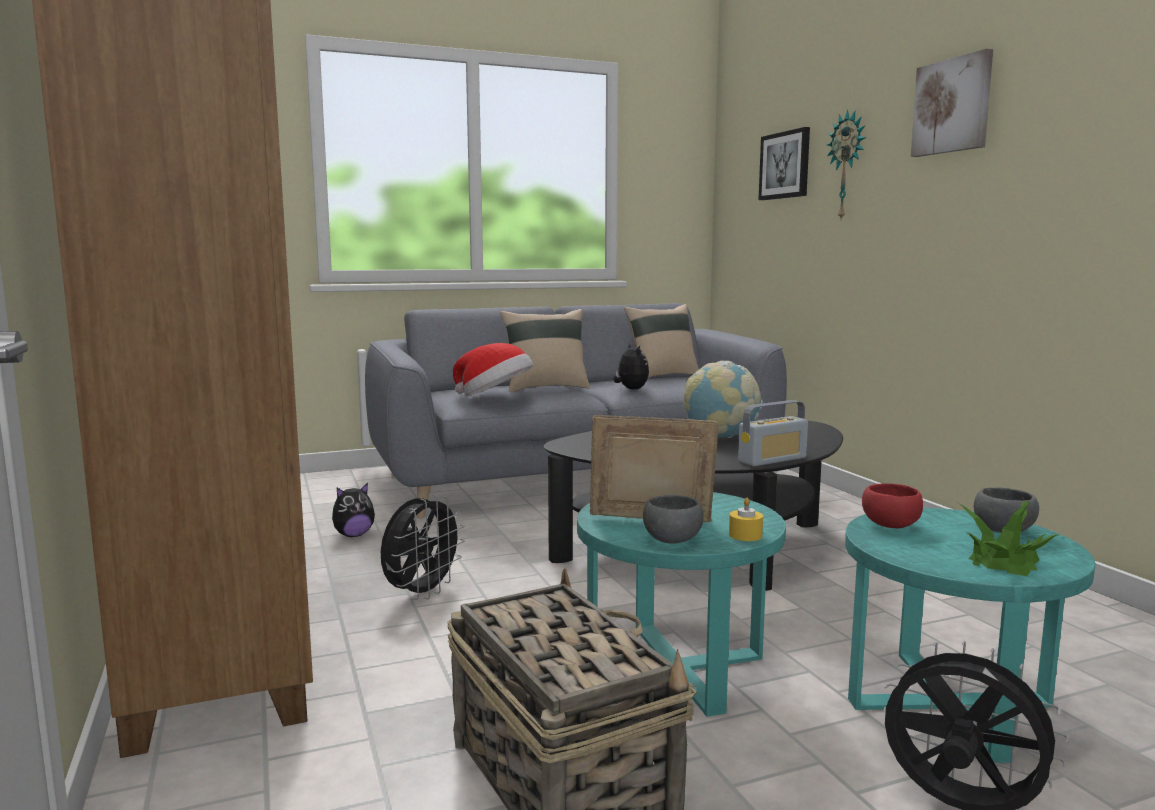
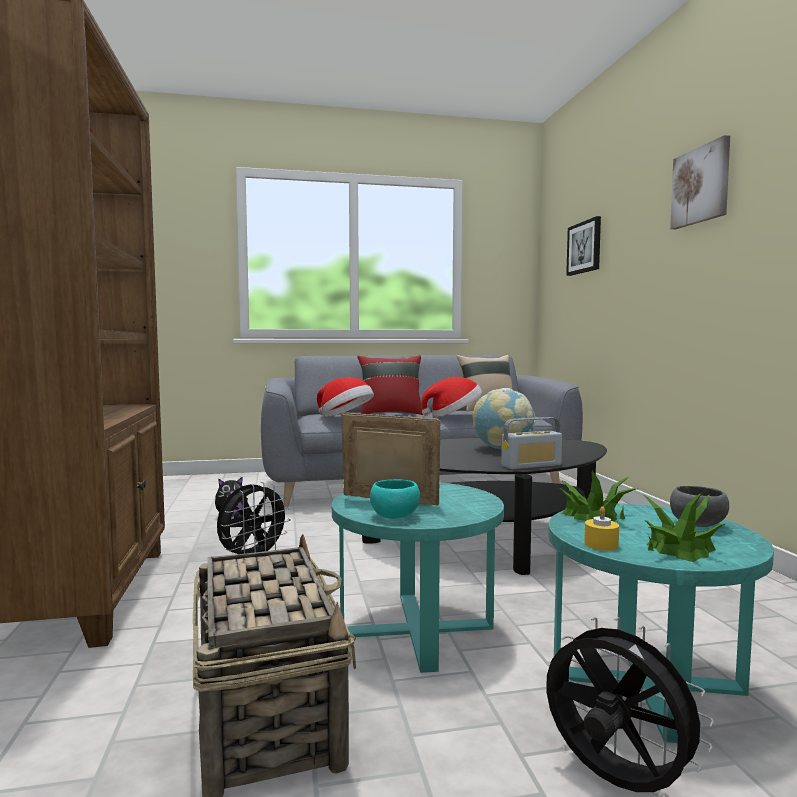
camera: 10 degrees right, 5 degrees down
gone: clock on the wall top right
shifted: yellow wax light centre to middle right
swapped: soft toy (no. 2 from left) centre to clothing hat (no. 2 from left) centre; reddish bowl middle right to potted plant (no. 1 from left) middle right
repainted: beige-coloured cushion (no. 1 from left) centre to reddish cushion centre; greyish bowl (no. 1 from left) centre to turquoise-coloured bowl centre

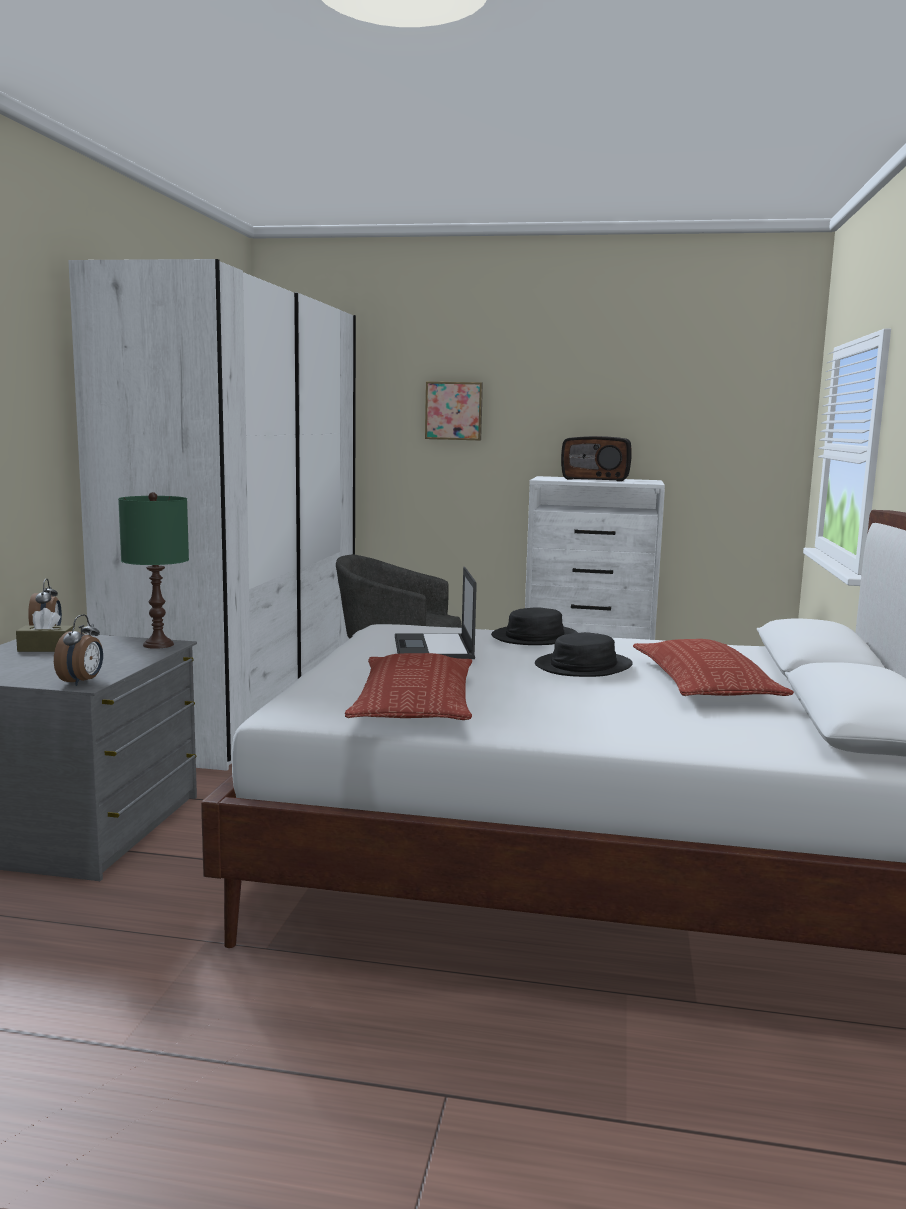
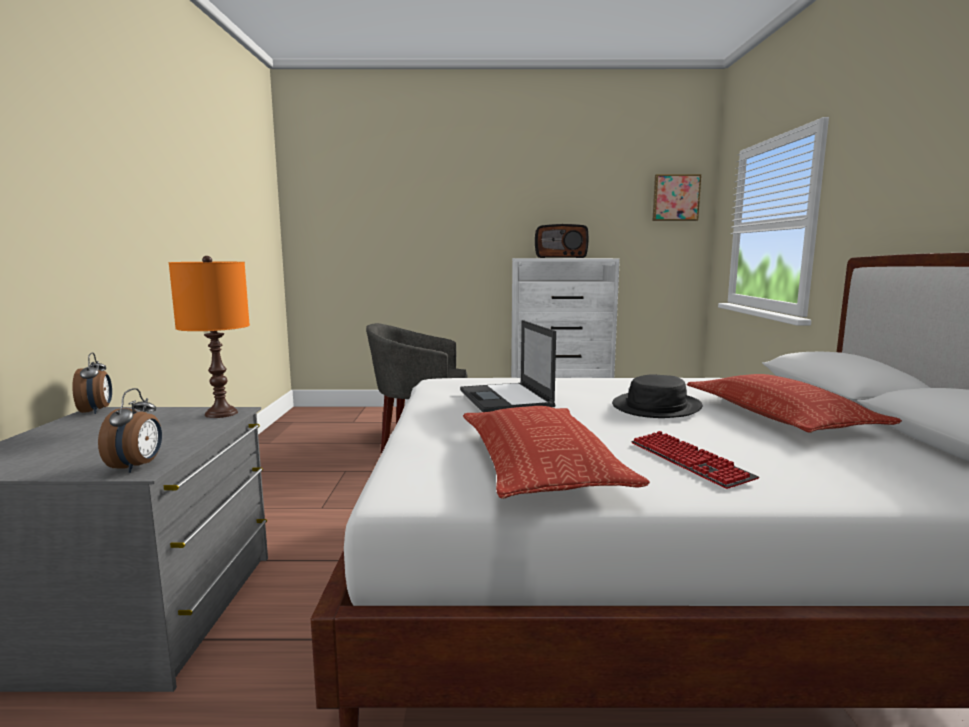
camera: 10 degrees left, 0 degrees up
gone: brown-coloured tissue box middle left; white-coloured clothes cupboard middle left; black clothing hat (no. 1 from left) centre
new: PC keyboard middle right
shifted: wall art centre to top right
repainted: green-coloured table lamp middle left to orange-coloured table lamp middle left

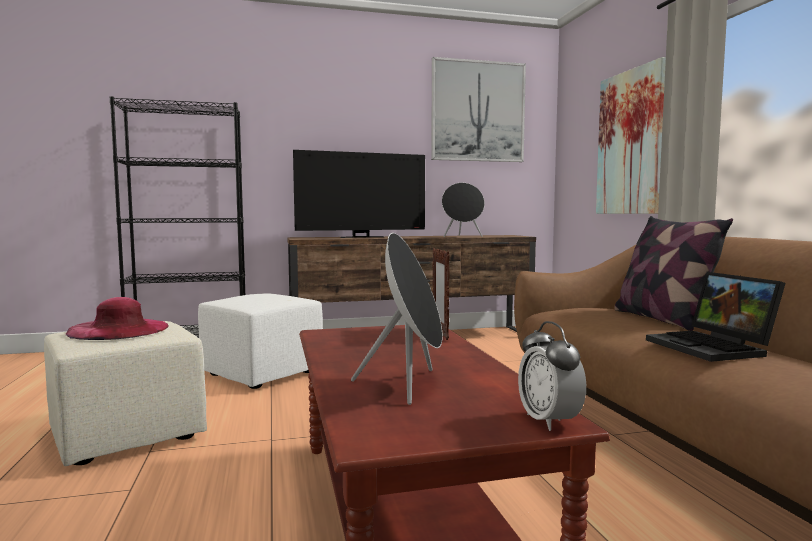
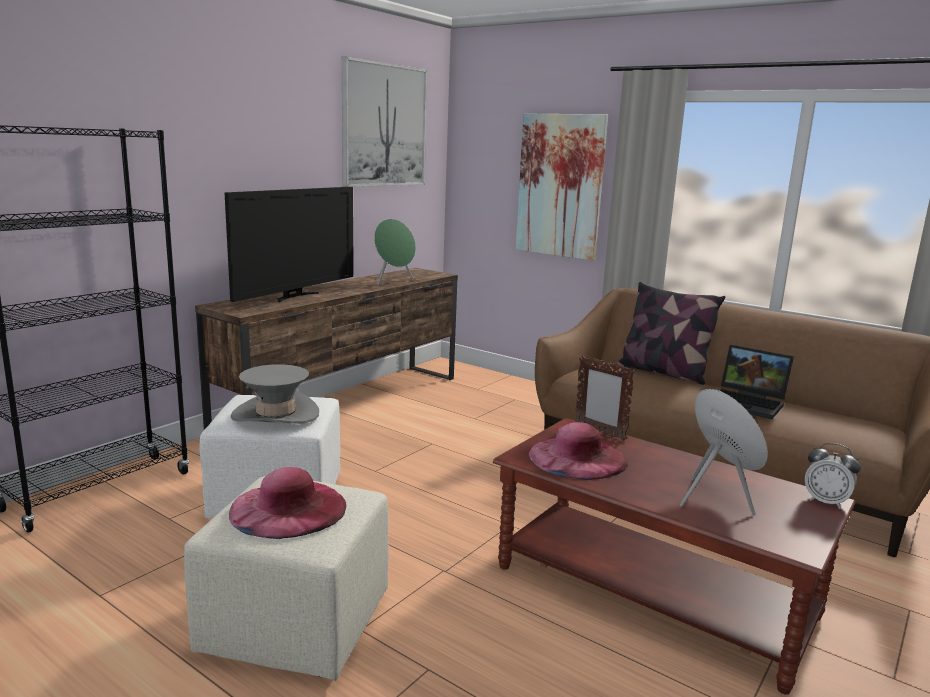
camera: 40 degrees left, 10 degrees up
new: greyish clothing hat middle left; pink-coloured clothing hat (no. 2 from left) centre
repainted: black audio speaker (no. 2 from left) centre to green-coloured audio speaker centre

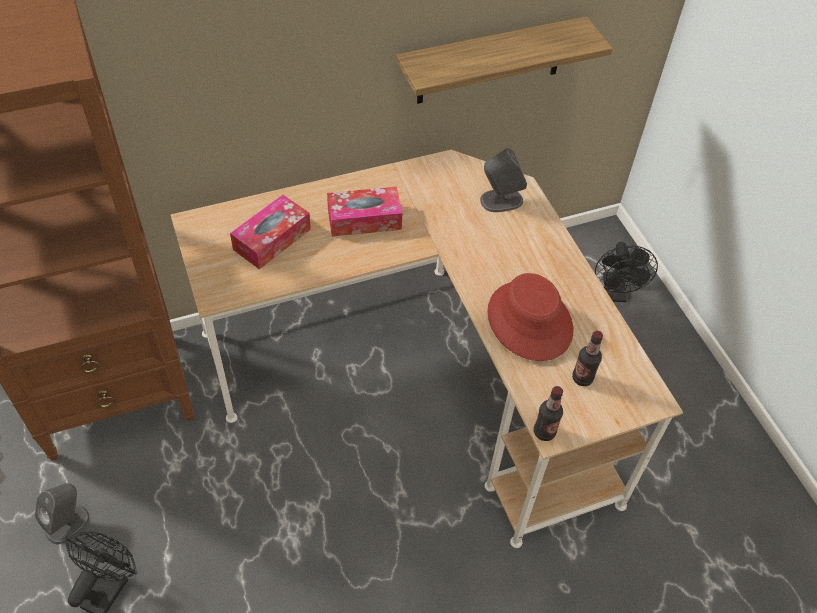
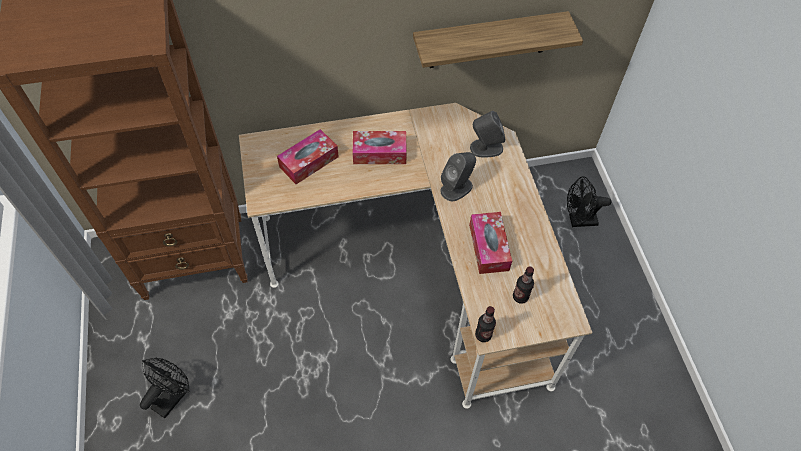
camera: 10 degrees right, 5 degrees up
shifted: greyish audio speaker (no. 1 from left) bottom left to centre
swapped: reddish clothing hat centre to tissue box (no. 3 from left) centre
rotated: black fan (no. 2 from left) middle right = middle right 75 degrees clockwise

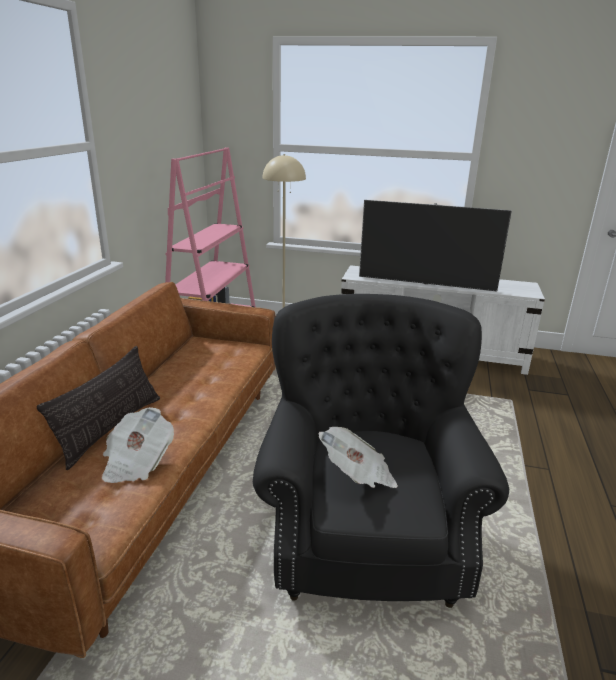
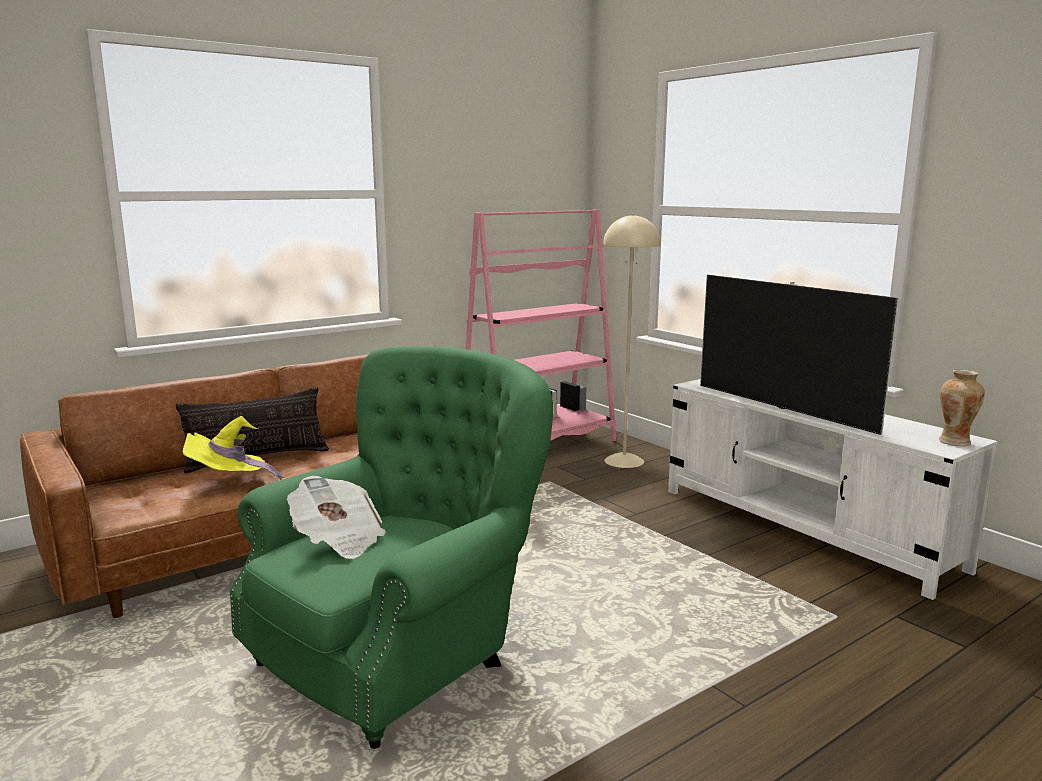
camera: 40 degrees right, 10 degrees down
new: vase middle right
swapped: newspaper (no. 1 from left) middle left to yellow clothing hat middle left
repainted: black lounge chair centre to green-coloured lounge chair bottom centre

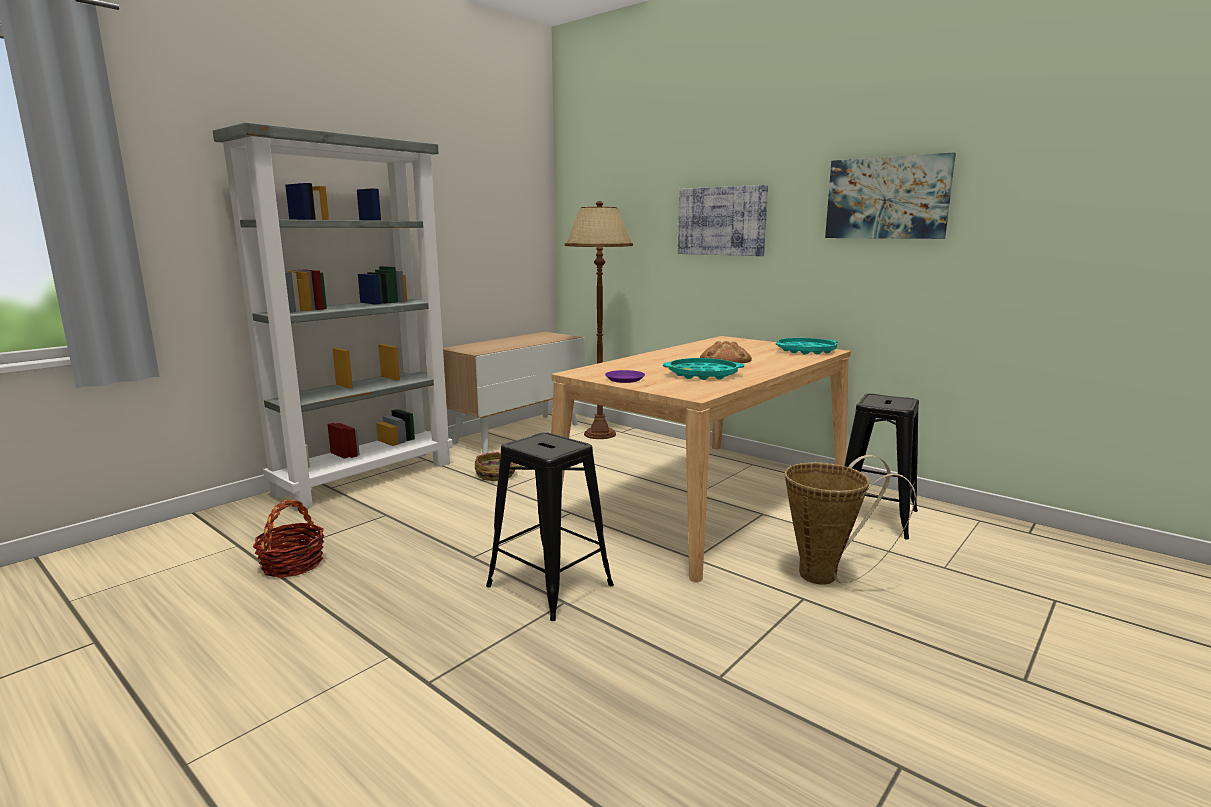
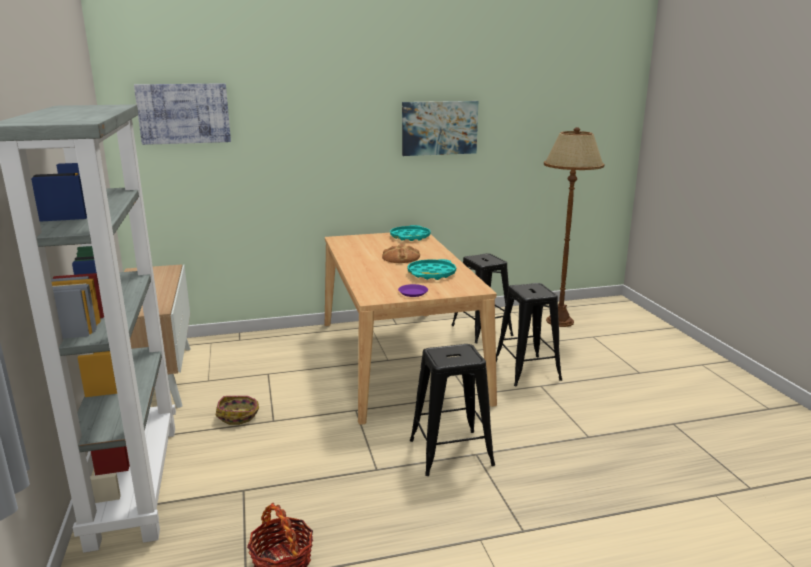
camera: 55 degrees left, 5 degrees up
shifted: wall art (no. 1 from left) top centre to top left; brown-coloured floor lamp centre to middle right
swapped: storage basket (no. 3 from left) middle right to black stool (no. 3 from left) centre

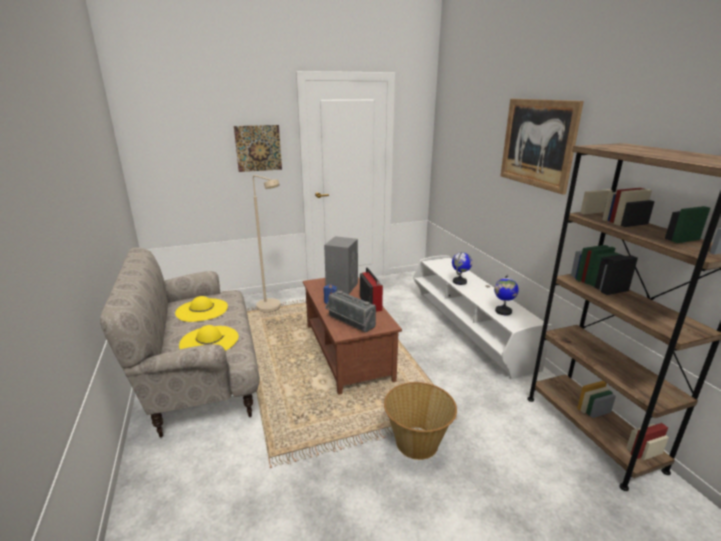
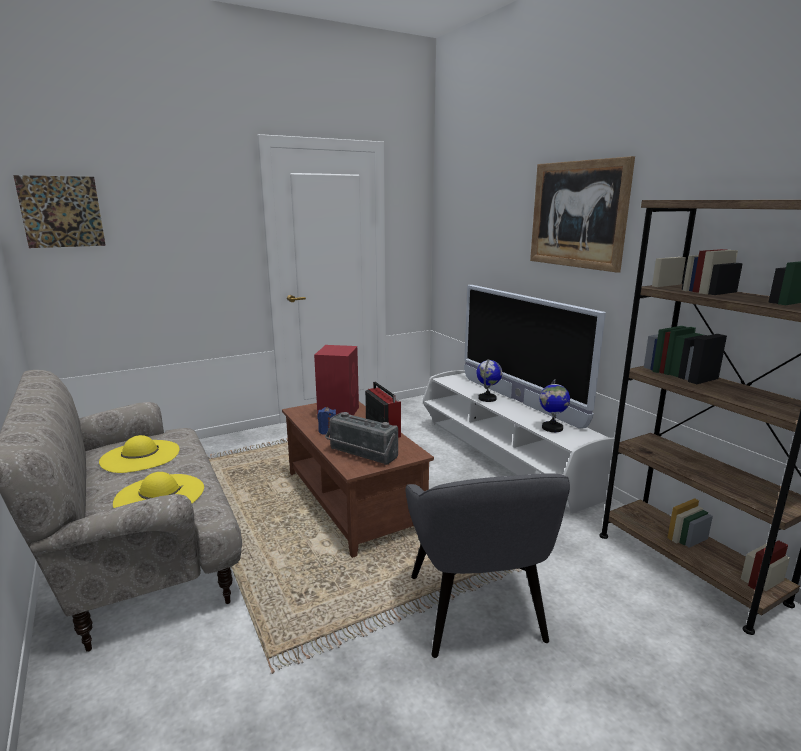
camera: 10 degrees left, 5 degrees down
gone: beige-coloured floor lamp centre
new: TV middle right
shifted: wall art (no. 1 from left) top centre to top left
swapped: storage basket bottom centre to greyish lounge chair bottom centre
repainted: greyish audio speaker centre to reddish audio speaker centre

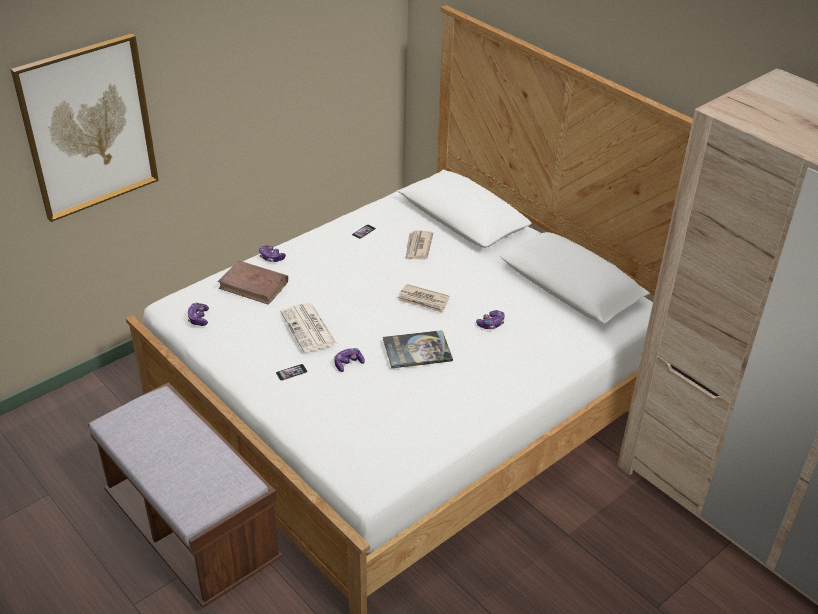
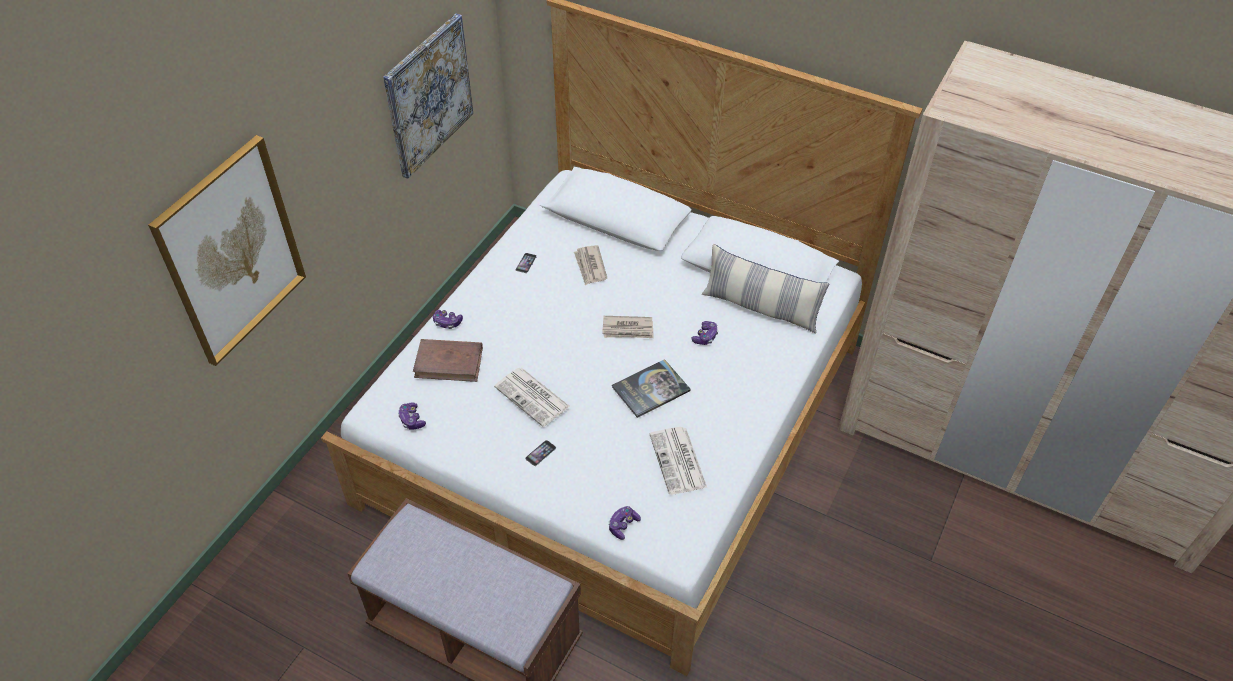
camera: 20 degrees left, 10 degrees up
new: wall art (no. 2 from left) top centre; newspaper (no. 4 from left) bottom centre; cushion centre
shifted: gamepad (no. 3 from left) centre to bottom centre

